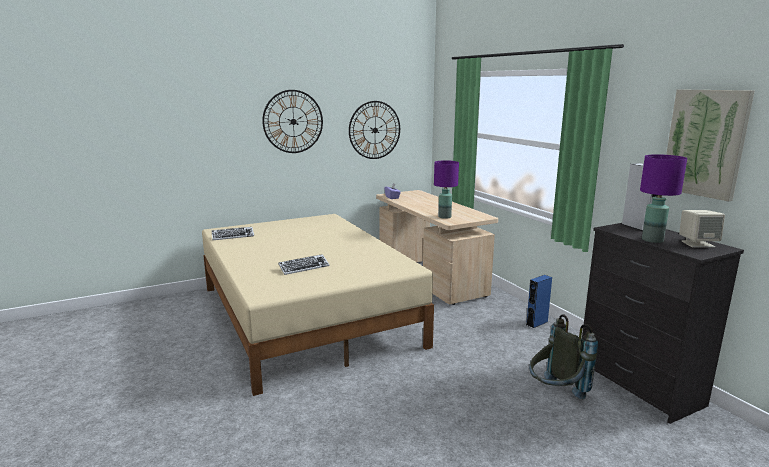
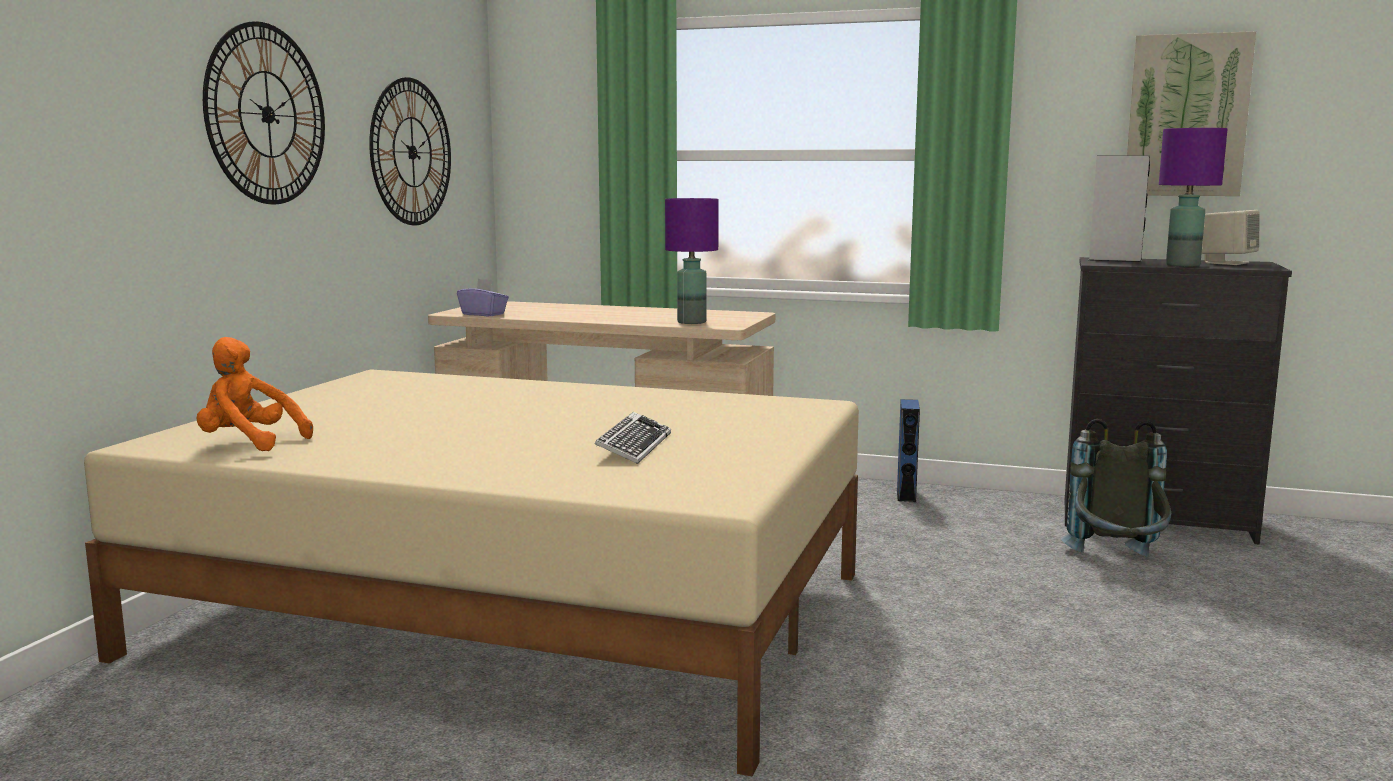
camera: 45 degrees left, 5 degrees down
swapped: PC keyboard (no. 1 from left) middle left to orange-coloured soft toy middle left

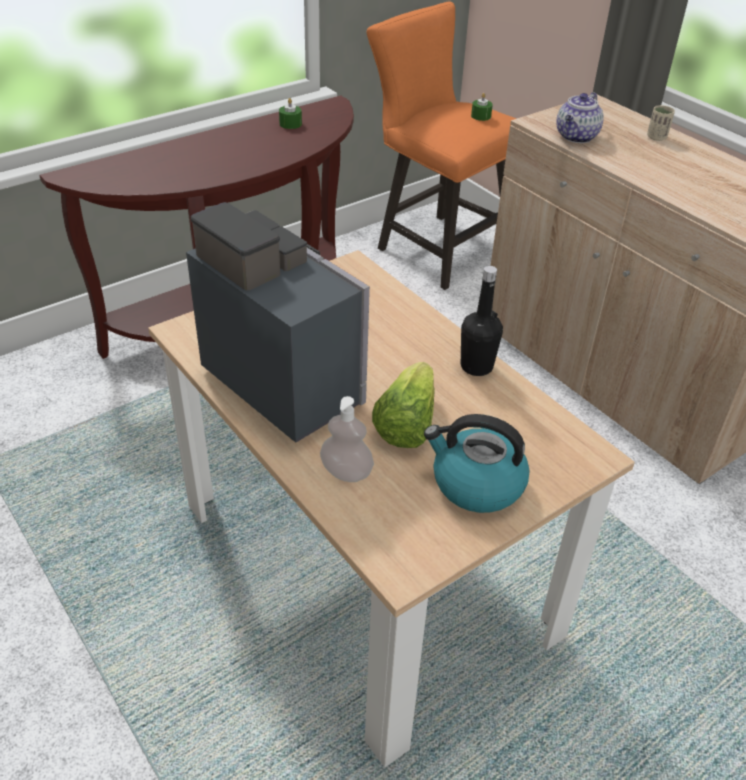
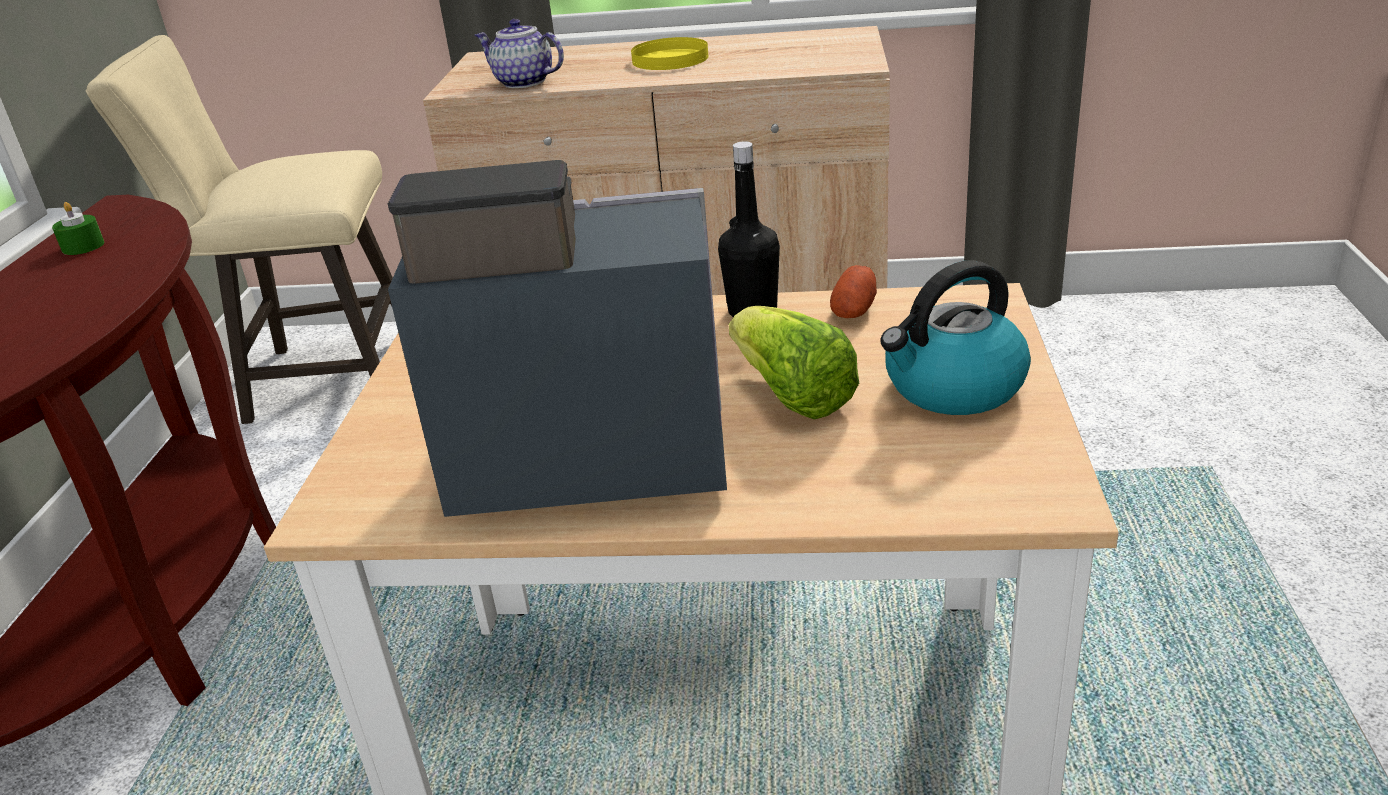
camera: 45 degrees left, 10 degrees down
gone: soap bottle centre; green-coloured wax light (no. 2 from left) top centre; beige-coloured small cup top right
new: yellow plate top centre; potato centre
repainted: orange-coloured stool top centre to beige-coloured stool top left
rotated: teapot top right = top centre 135 degrees clockwise

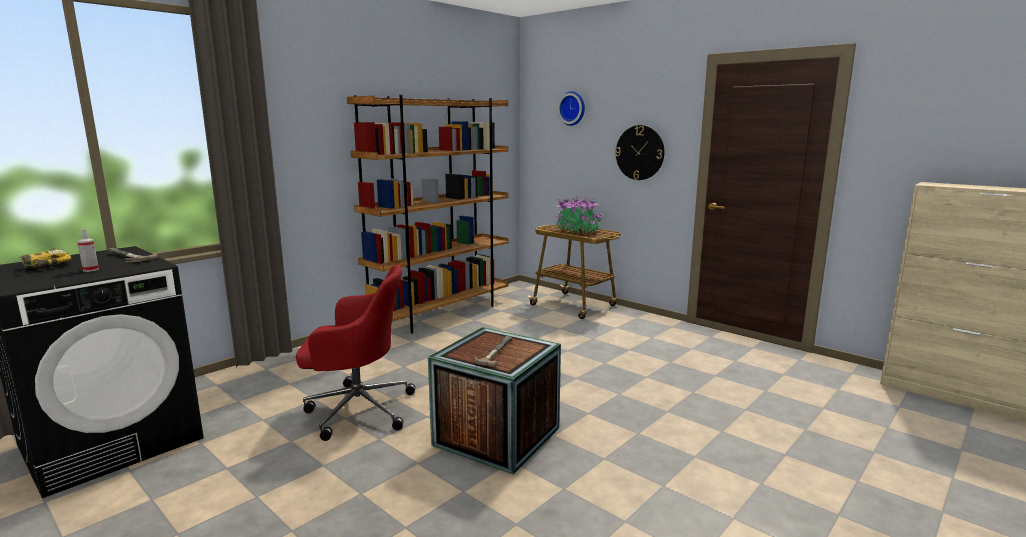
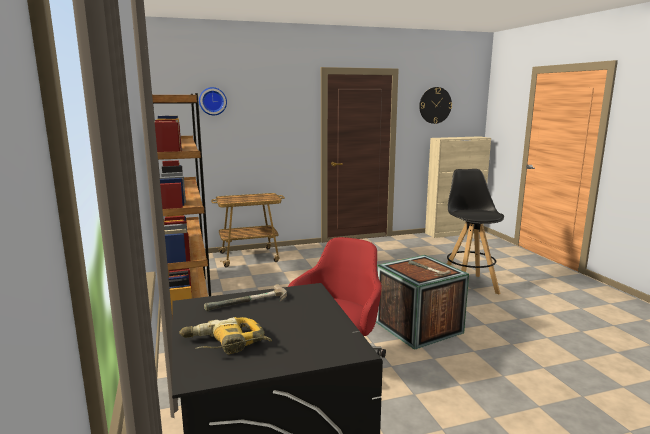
camera: 60 degrees left, 0 degrees up
gone: sprayer middle left; potted plant centre
new: black stool middle right
shifted: clock on the wall (no. 2 from left) top centre to top right

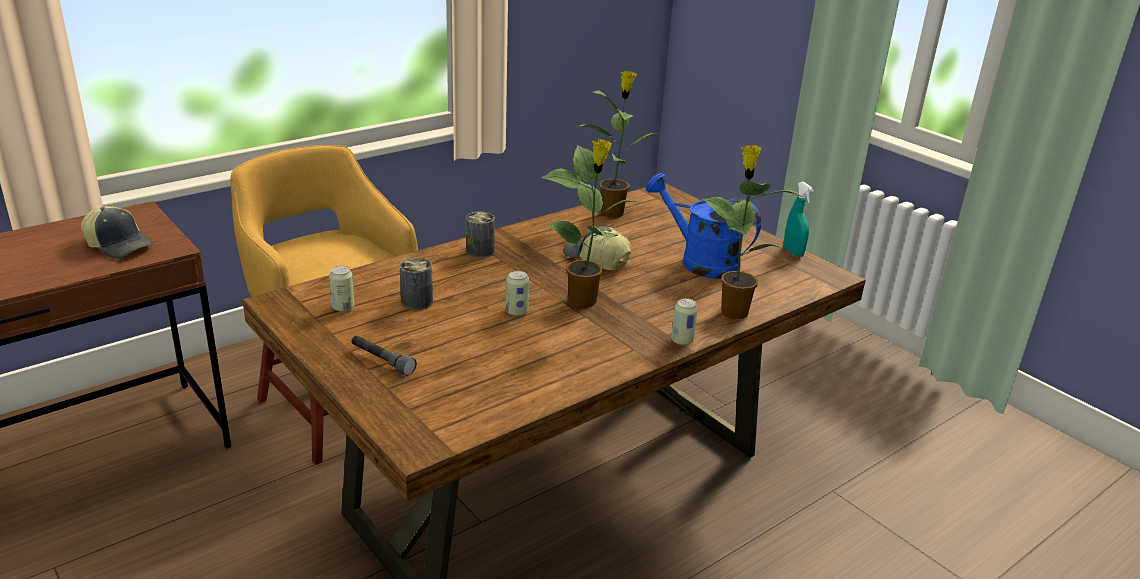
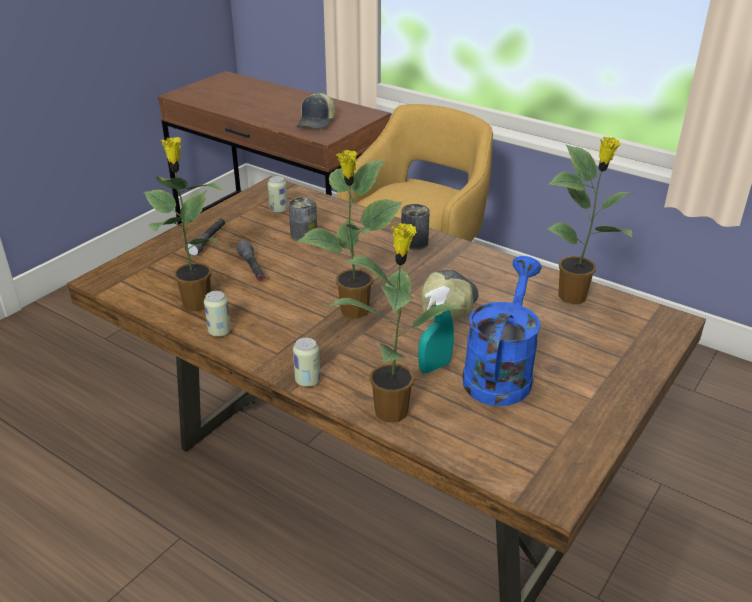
camera: 75 degrees right, 5 degrees up
new: potted plant (no. 1 from left) middle left; greyish flashlight (no. 2 from left) centre
shifted: metal can (no. 4 from left in the first image) centre to metal can (no. 1 from left) middle left; turquoise-coloured sprayer middle right to centre

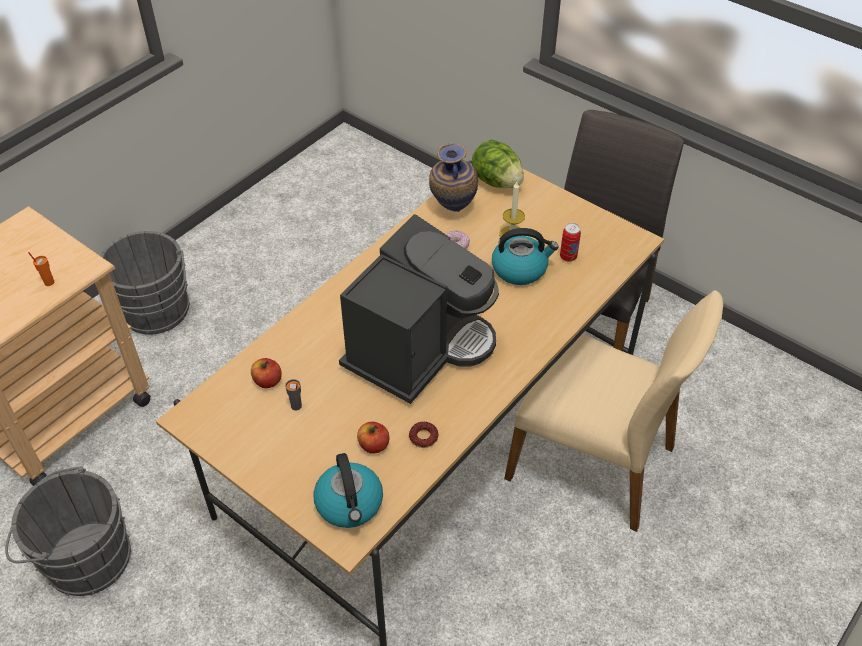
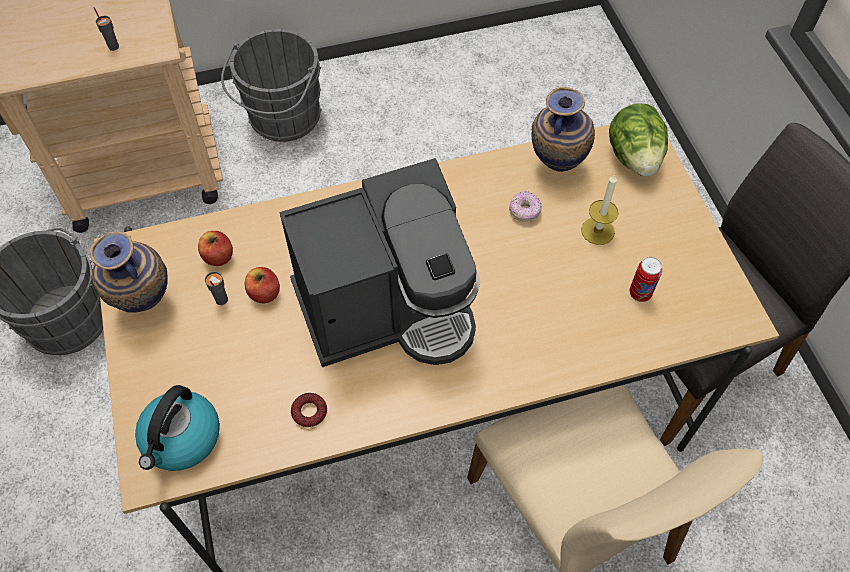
camera: 35 degrees right, 10 degrees up
gone: water kettle (no. 2 from left) centre
new: vase (no. 1 from left) middle left
shifted: apple fruit (no. 2 from left) bottom centre to middle left
repainted: orange-coloured small cup middle left to greyish small cup (no. 1 from left) top left

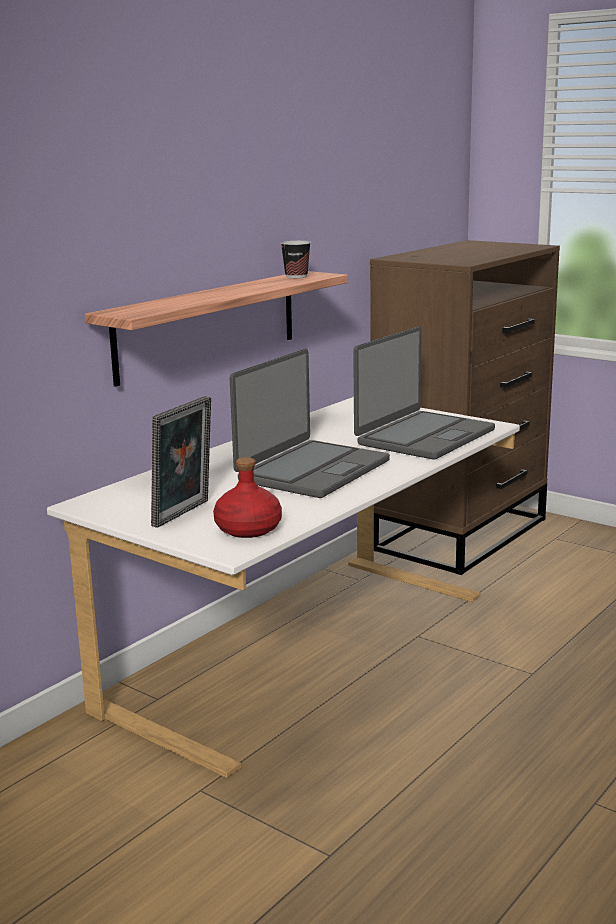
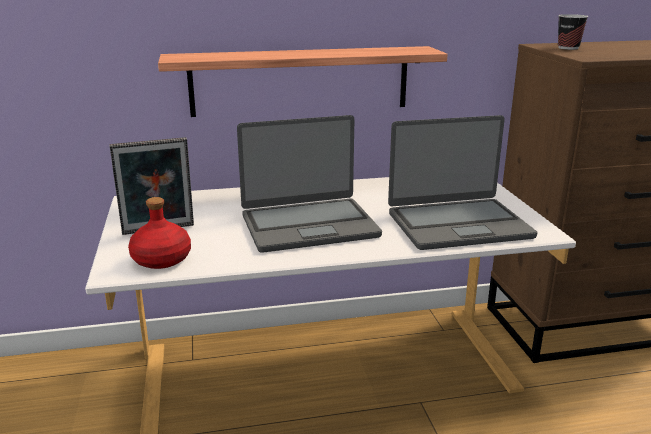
camera: 40 degrees right, 5 degrees up
shifted: small cup top centre to top right

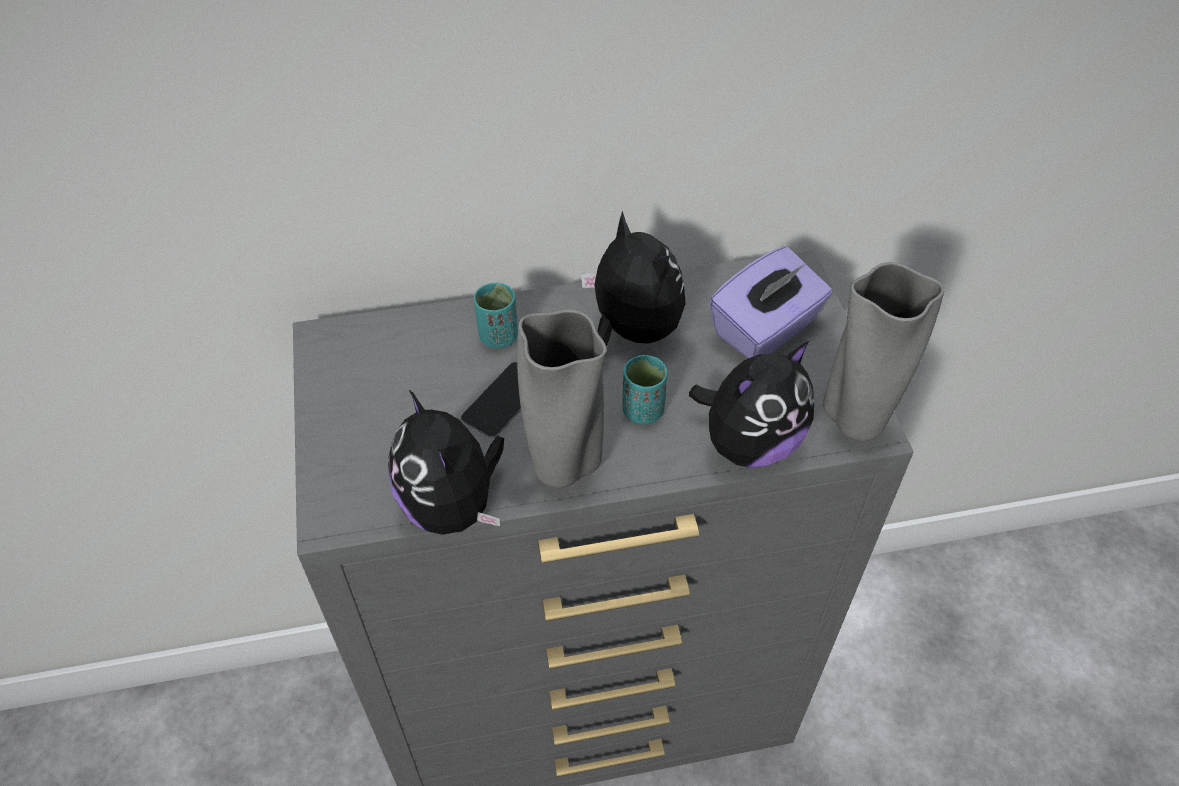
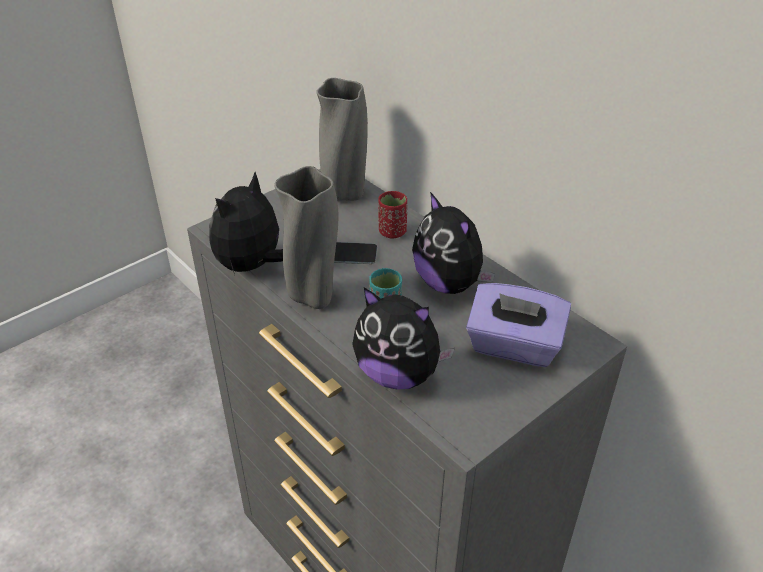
camera: 60 degrees right, 10 degrees down
shifted: greyish vase (no. 2 from left) middle right to top centre
repainted: turquoise-coloured small cup (no. 1 from left) centre to reddish small cup centre
rotated: soft toy (no. 2 from left in the first image) centre = centre 120 degrees clockwise

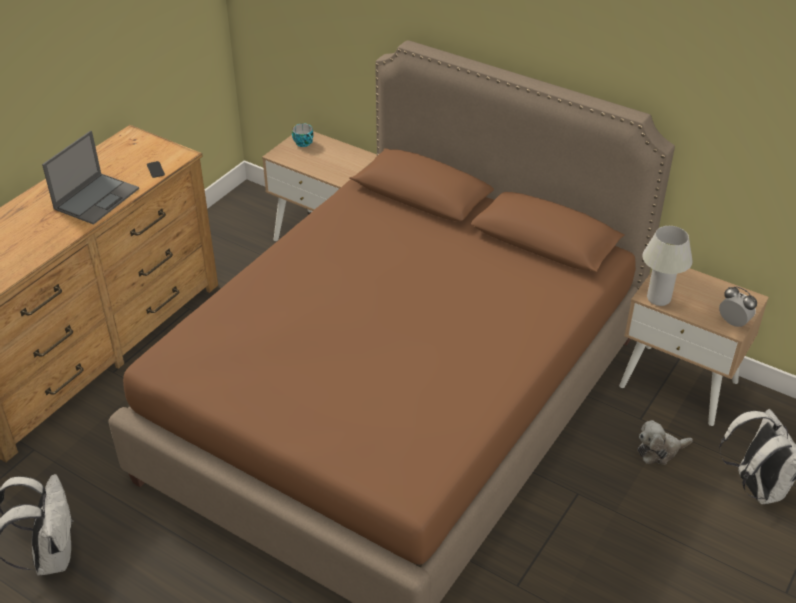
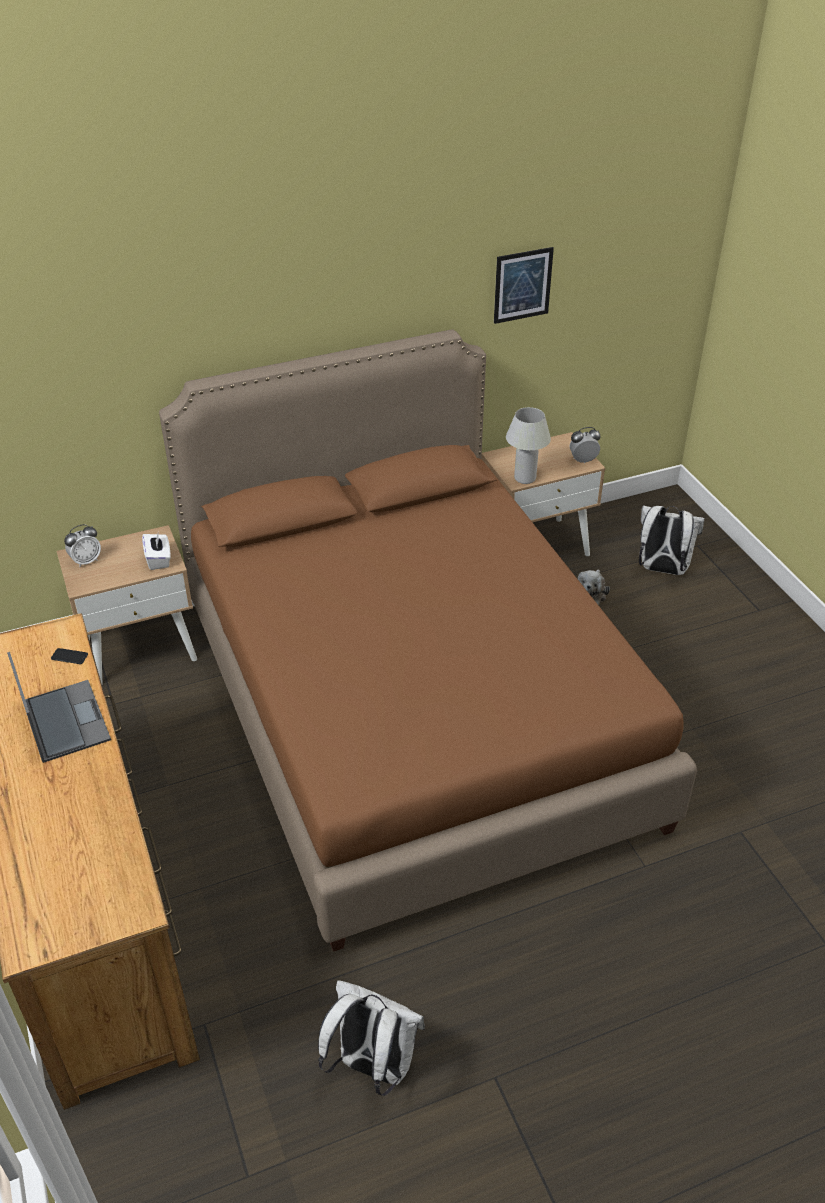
camera: 55 degrees left, 0 degrees up
new: white-coloured tissue box middle left; wall art top centre
swapped: small cup top centre to table clock (no. 1 from left) middle left

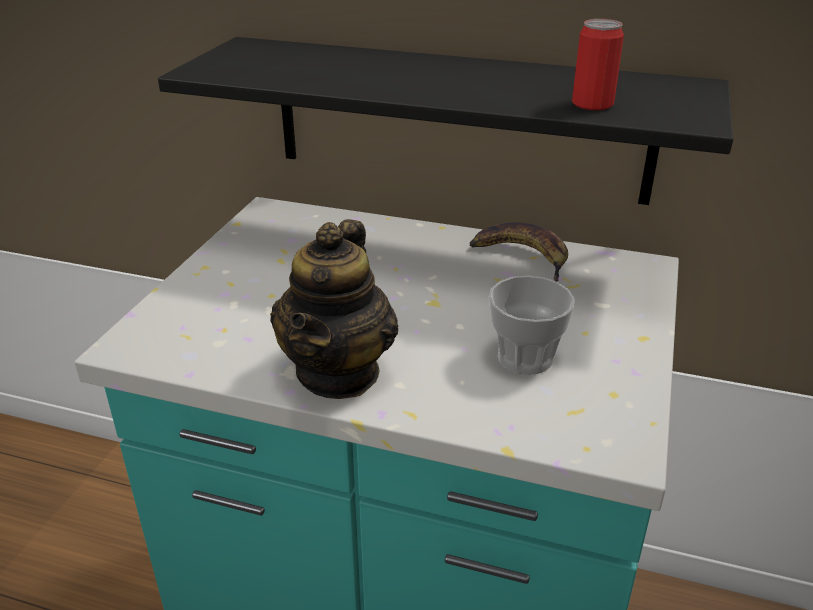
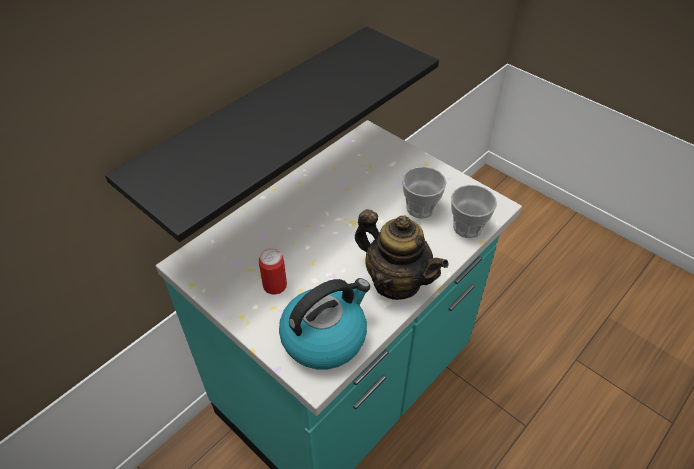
camera: 65 degrees left, 15 degrees up
gone: banana fruit centre
new: water kettle bottom centre; small cup (no. 2 from left) middle right
shifted: metal can top right to centre

